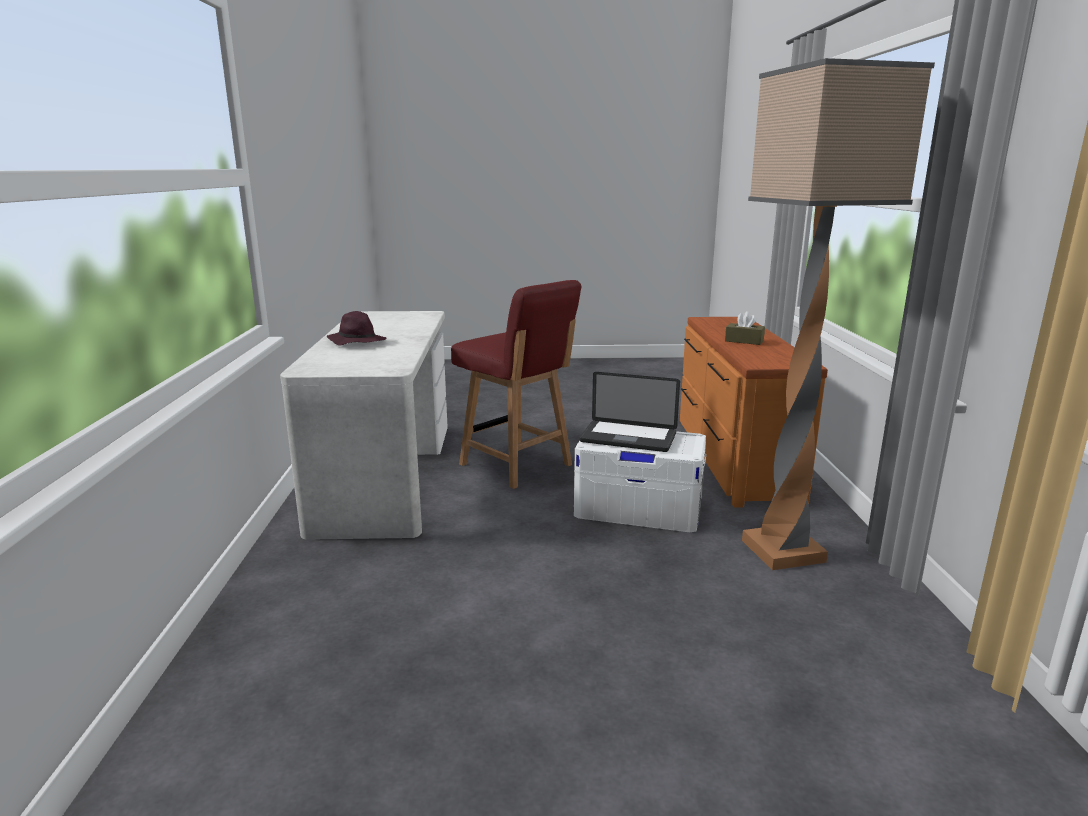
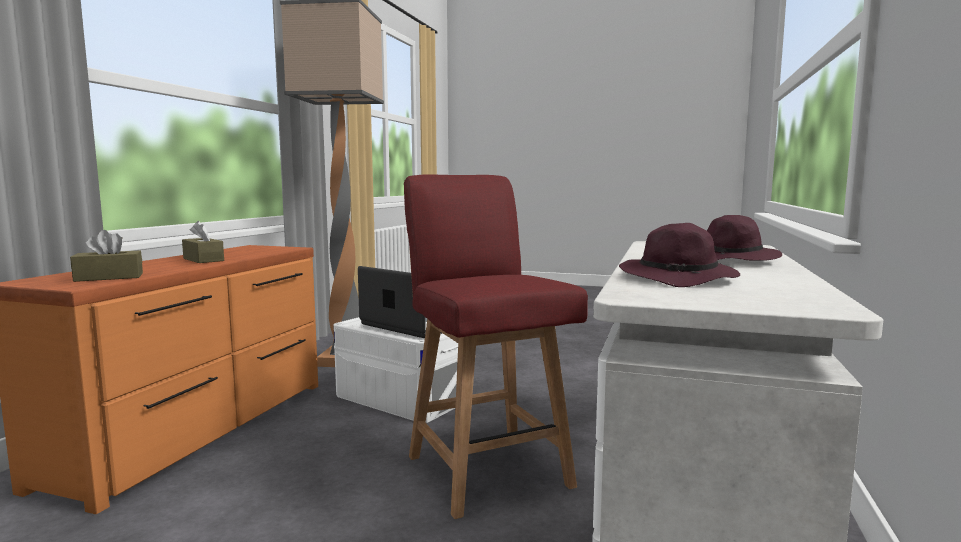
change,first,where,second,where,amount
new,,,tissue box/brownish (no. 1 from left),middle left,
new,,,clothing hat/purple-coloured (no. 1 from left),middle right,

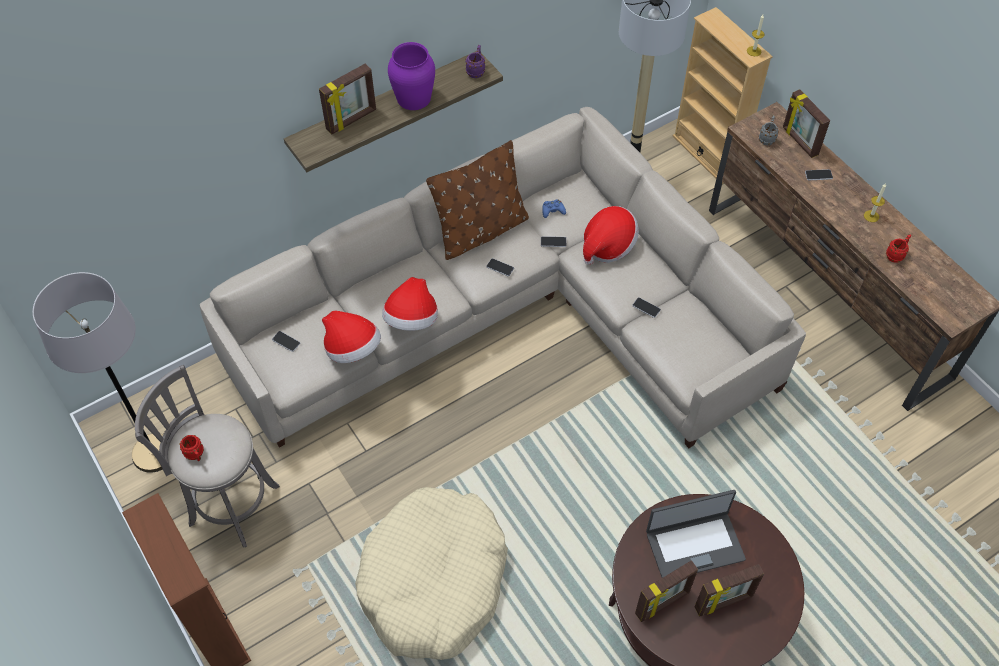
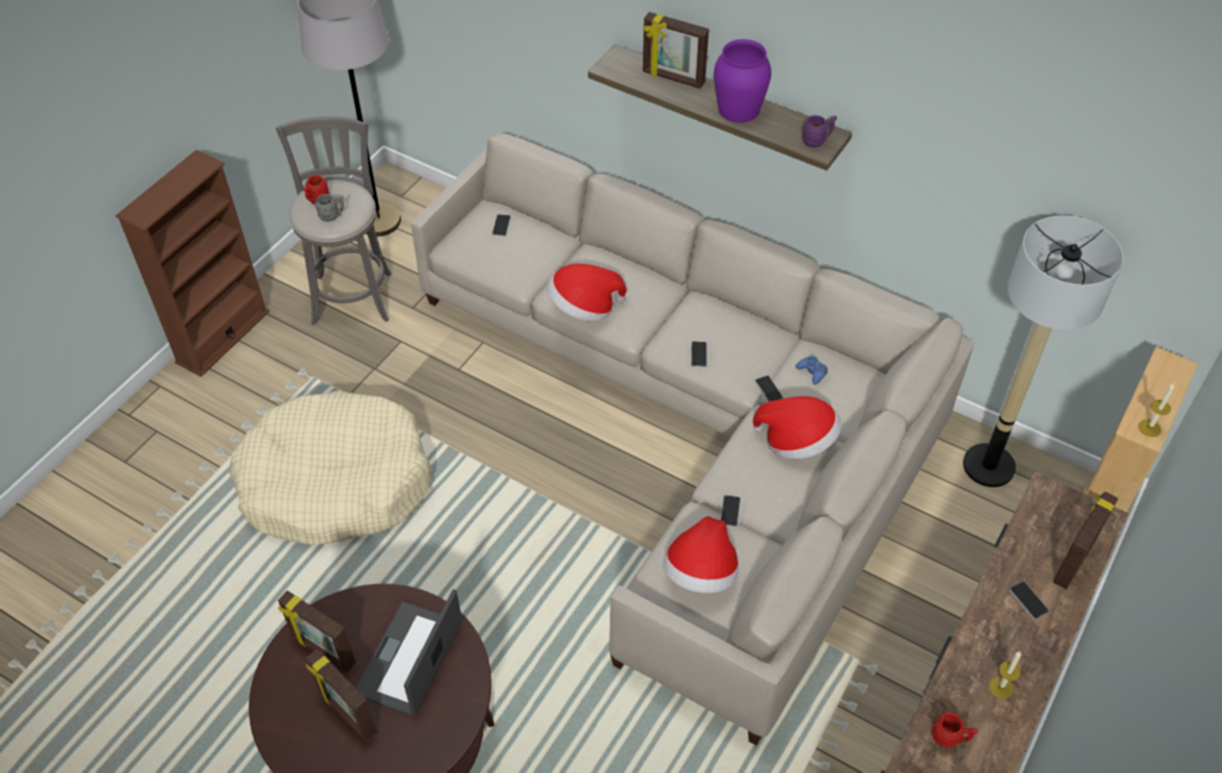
change,first,where,second,where,amount
shifted,clothing hat (no. 1 from left in the first image),centre,clothing hat (no. 2 from left),bottom centre,
gone,pillow/brownish,top centre,,,
rotated,laptop,bottom right,,bottom centre,60 degrees clockwise
shifted,coffee mug/gray,top right,,top left,

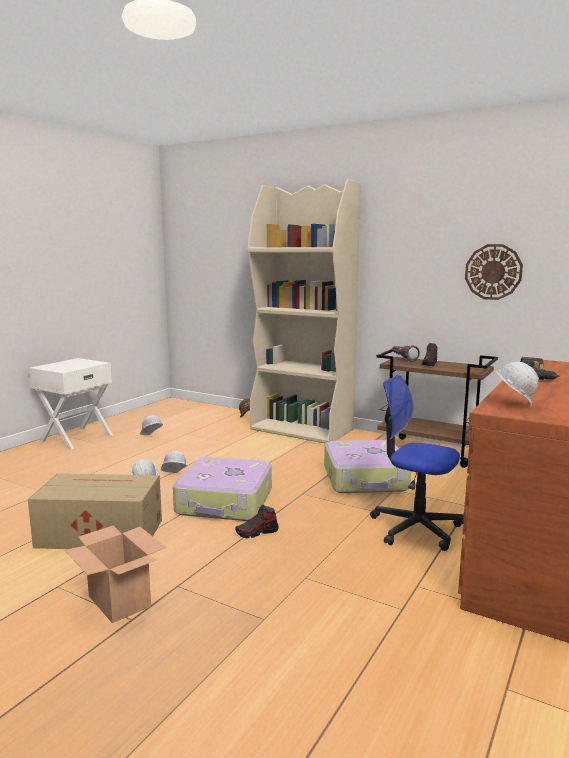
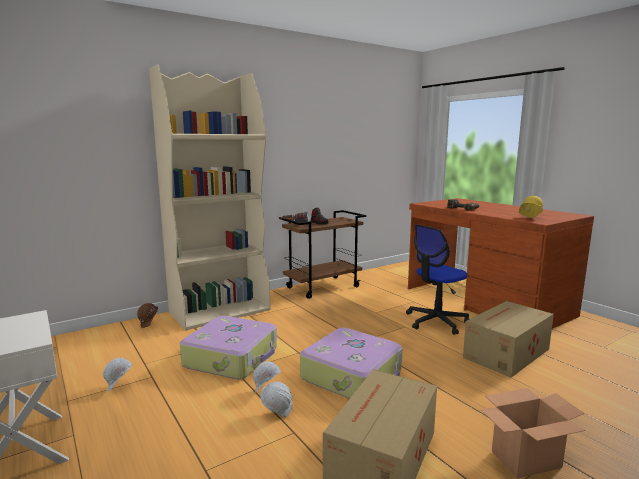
change,first,where,second,where,amount
gone,low shoe (no. 1 from left),bottom centre,,,
shifted,piece of luggage (no. 2 from left in the first image),centre,piece of luggage (no. 1 from left),bottom centre,
gone,clock on the wall,middle right,,,
repainted,hard hat/whitish (no. 4 from left),middle right,hard hat/yellow-coloured,middle right,
new,,,cardboard box (no. 2 from left),bottom right,

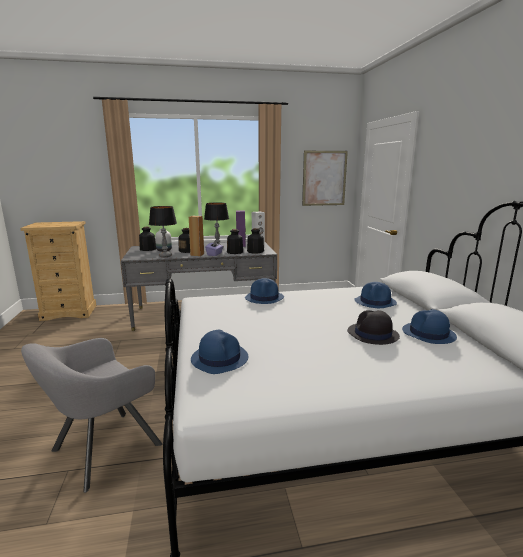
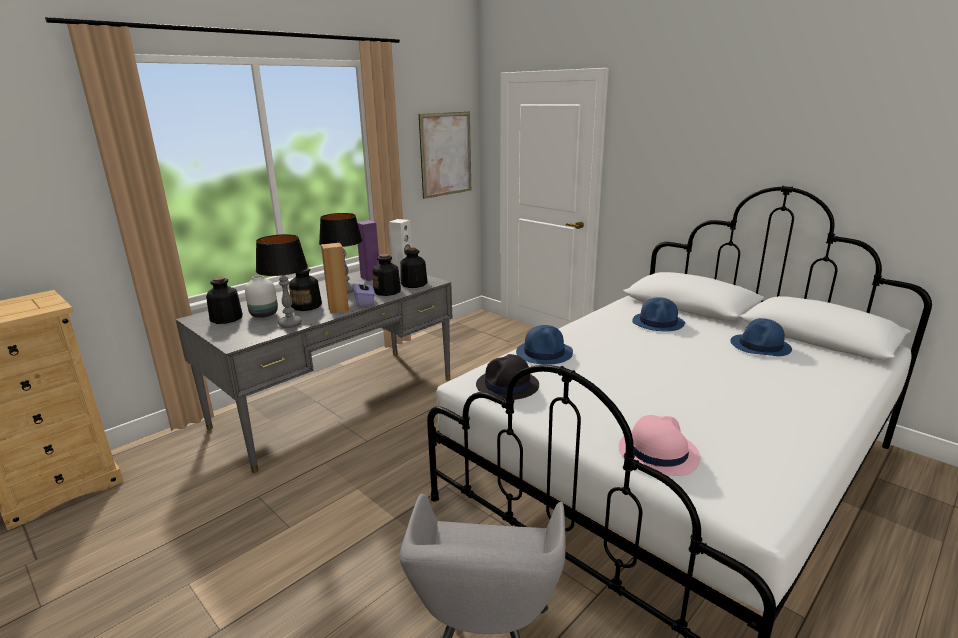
change,first,where,second,where,amount
repainted,clothing hat/blue (no. 1 from left),centre,clothing hat/pink,bottom right,
shifted,clothing hat/black,middle right,,centre,

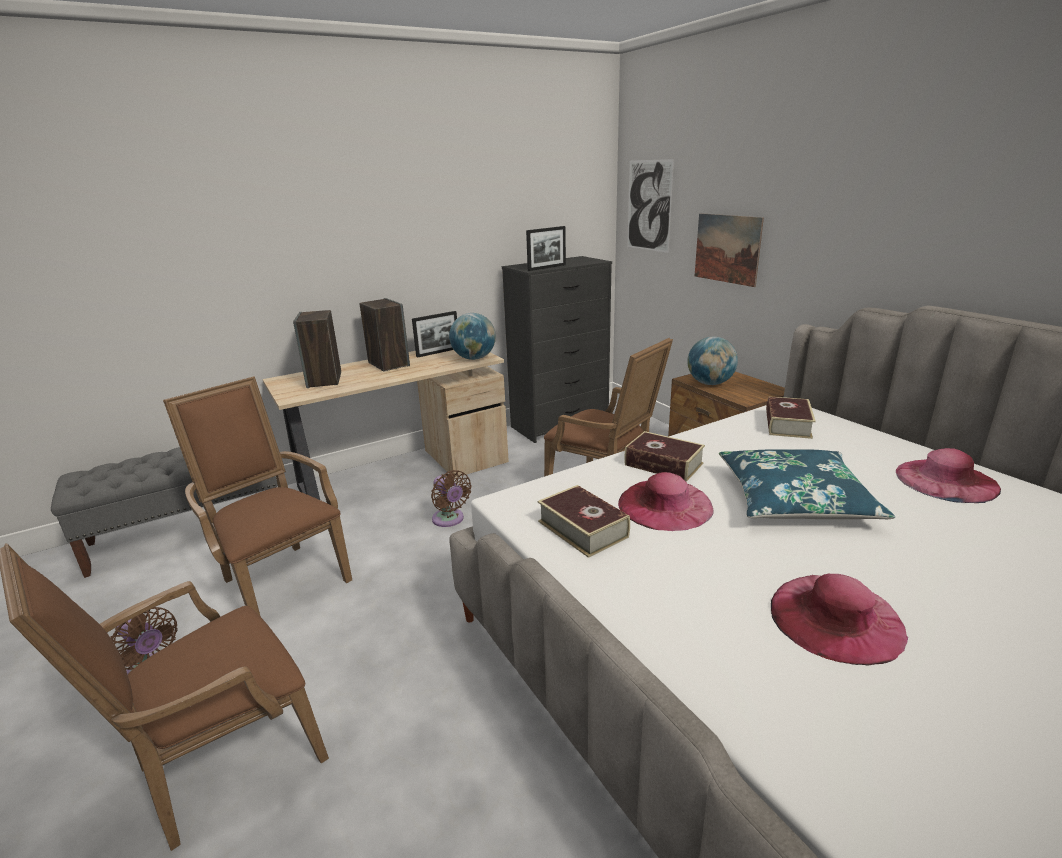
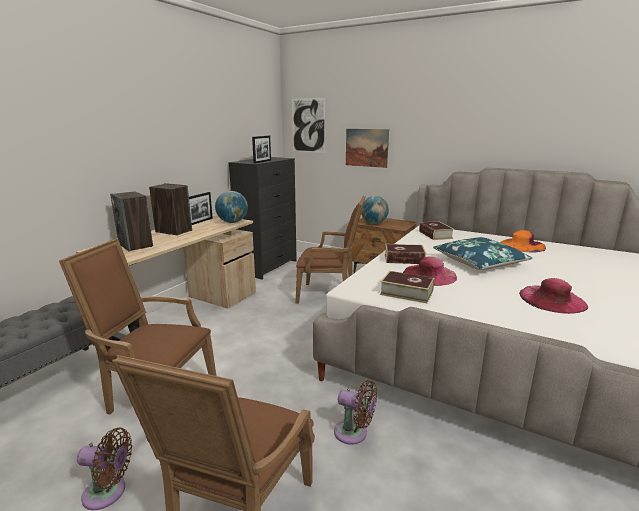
change,first,where,second,where,amount
shifted,electric fan/brownish (no. 2 from left),centre,,bottom centre,
repainted,clothing hat/pink (no. 3 from left),middle right,clothing hat/orange,middle right,

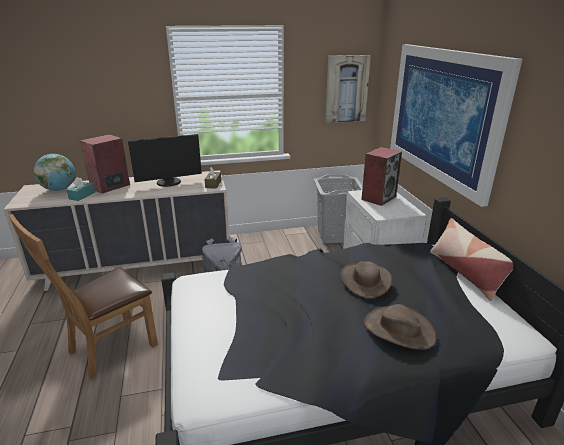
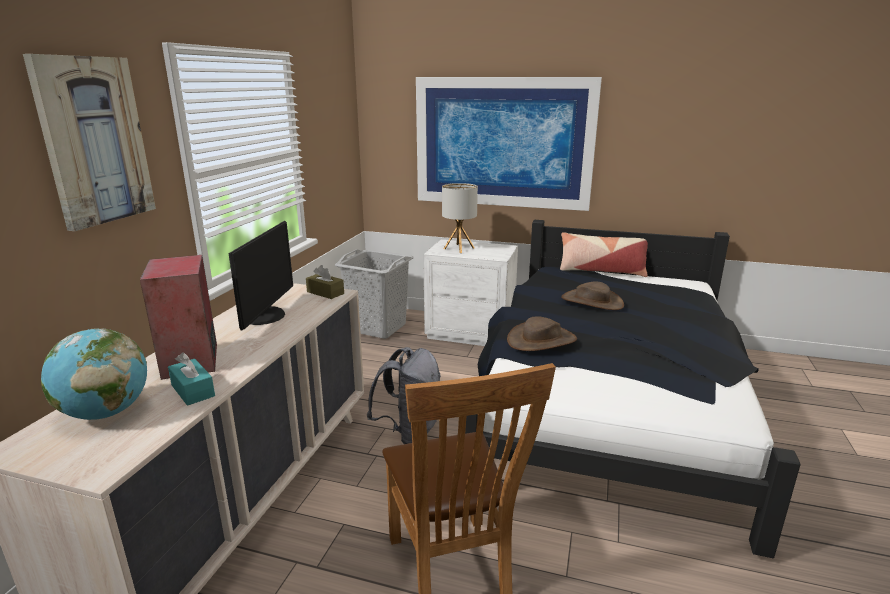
change,first,where,second,where,amount
shifted,wall art (no. 1 from left),top centre,,top left,
swapped,speaker (no. 2 from left),middle right,lamp for a table,centre,
shifted,clothing hat/brownish (no. 2 from left in the first image),bottom right,clothing hat/brownish (no. 1 from left),centre,

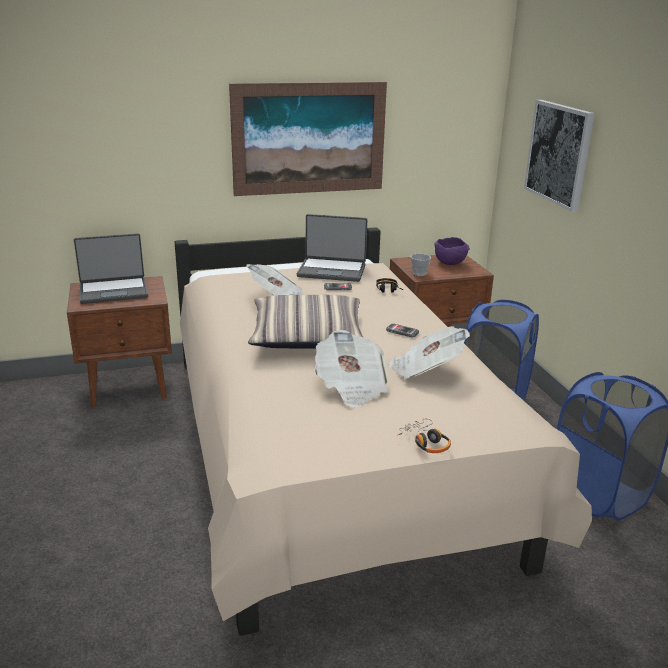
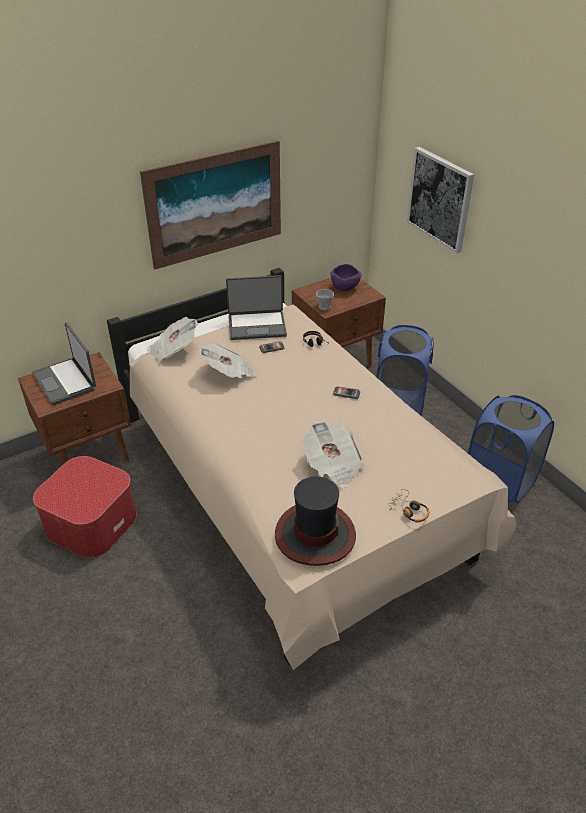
change,first,where,second,where,amount
rotated,laptop (no. 1 from left),middle left,,middle left,90 degrees clockwise
gone,pillow,centre,,,
shifted,daily paper (no. 3 from left in the first image),centre,daily paper (no. 1 from left),middle left,
new,,,ottoman,middle left,
new,,,clothing hat,centre,

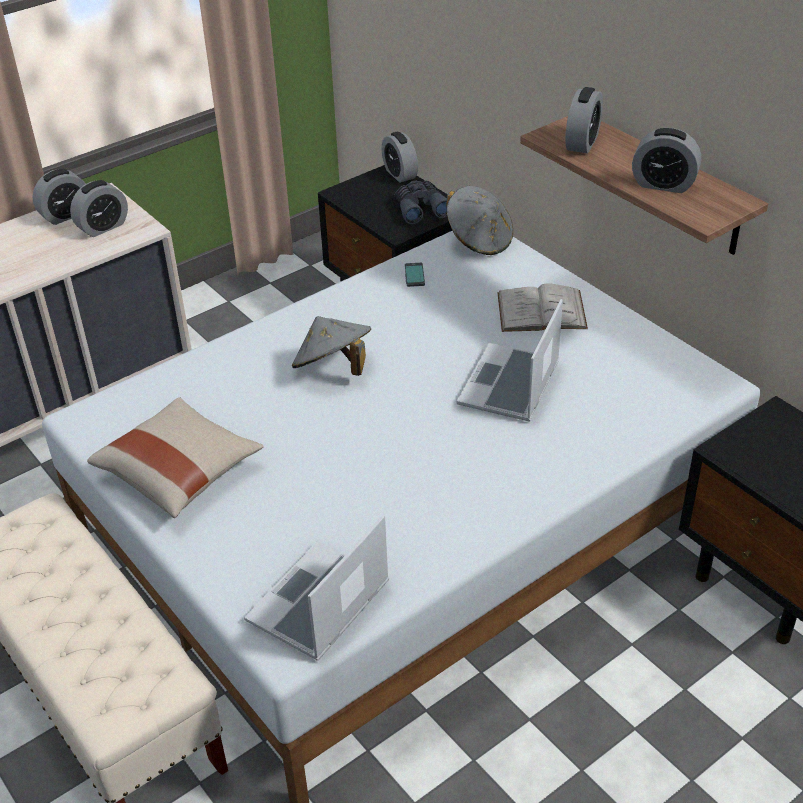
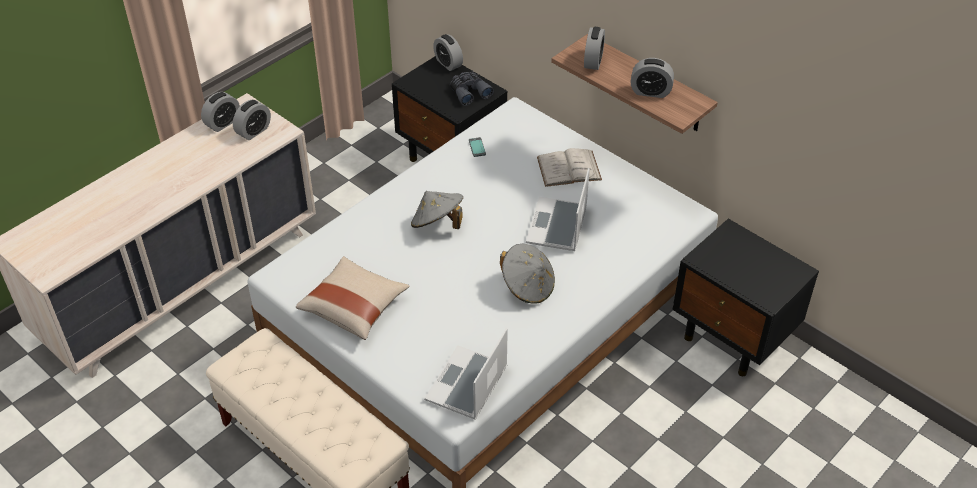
change,first,where,second,where,amount
shifted,clothing hat/gray (no. 2 from left),top centre,,centre,

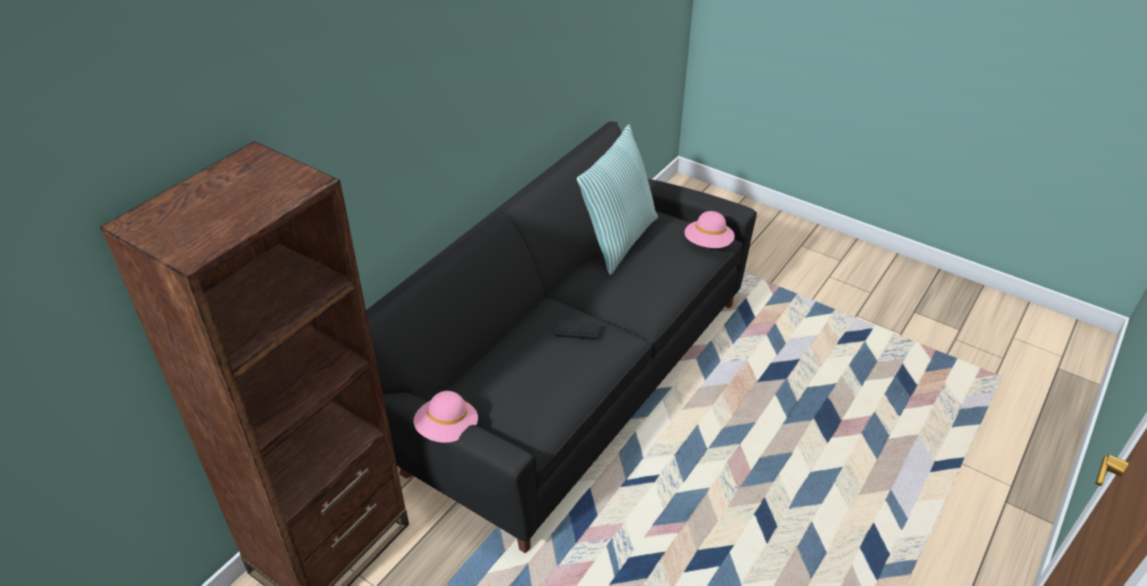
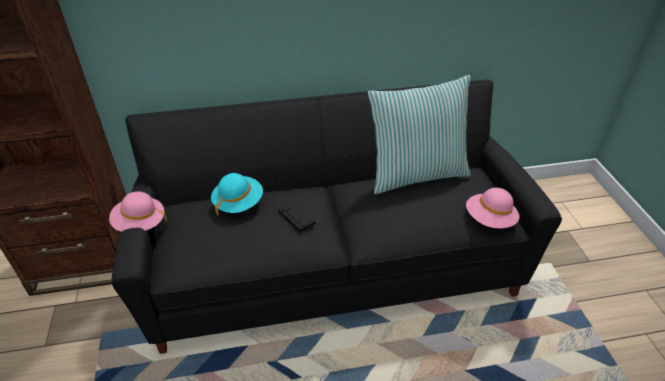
change,first,where,second,where,amount
new,,,clothing hat/blue-green,centre,

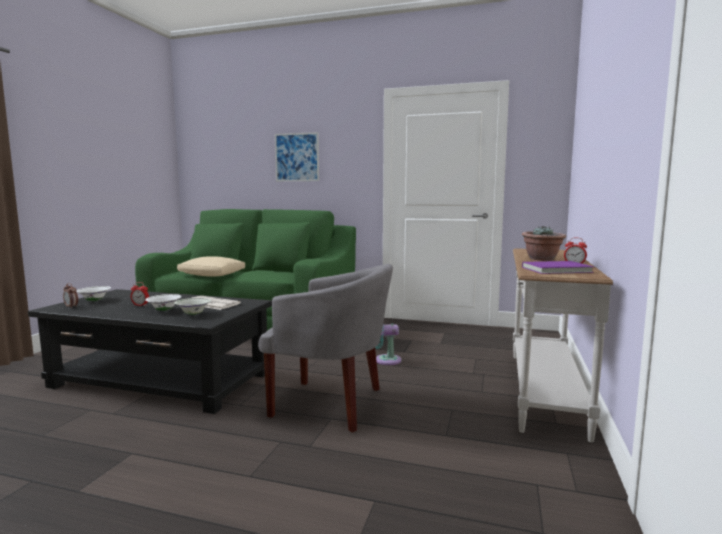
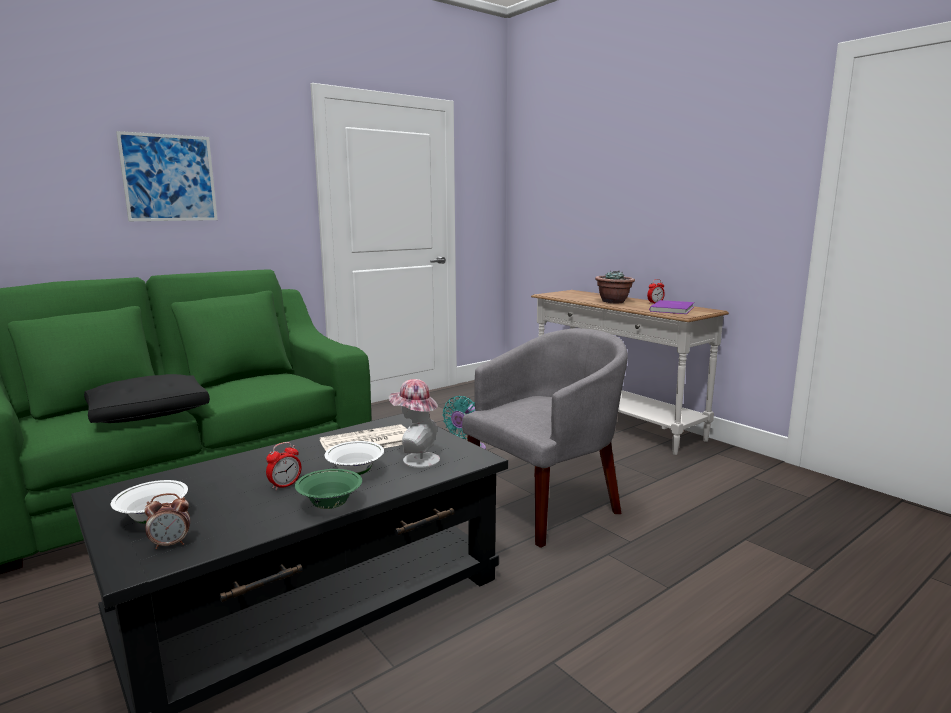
change,first,where,second,where,amount
swapped,bowl/whitish (no. 3 from left),middle left,clothing hat,centre,
repainted,pillow/beige-coloured,middle left,pillow/black,middle left,
new,,,bowl/green-coloured,bottom centre,

